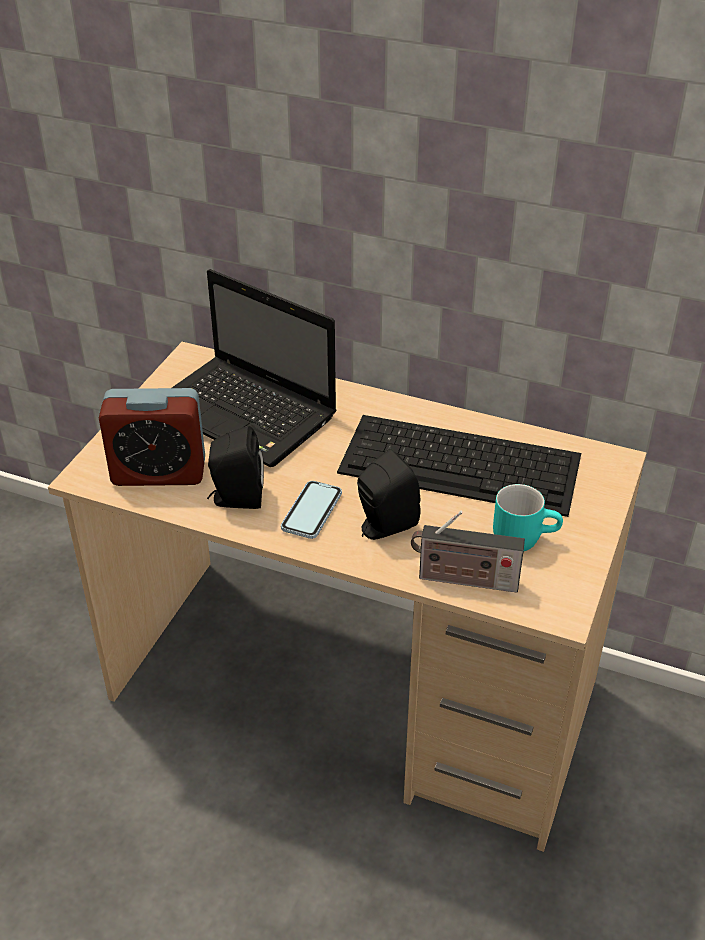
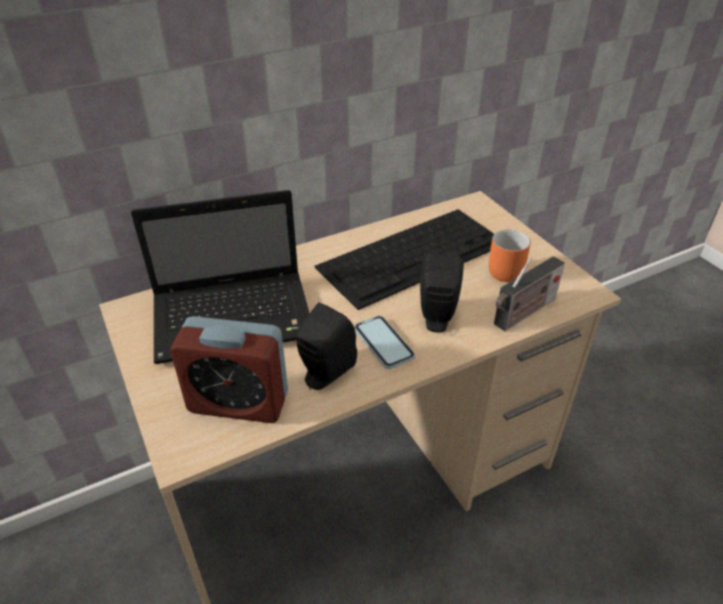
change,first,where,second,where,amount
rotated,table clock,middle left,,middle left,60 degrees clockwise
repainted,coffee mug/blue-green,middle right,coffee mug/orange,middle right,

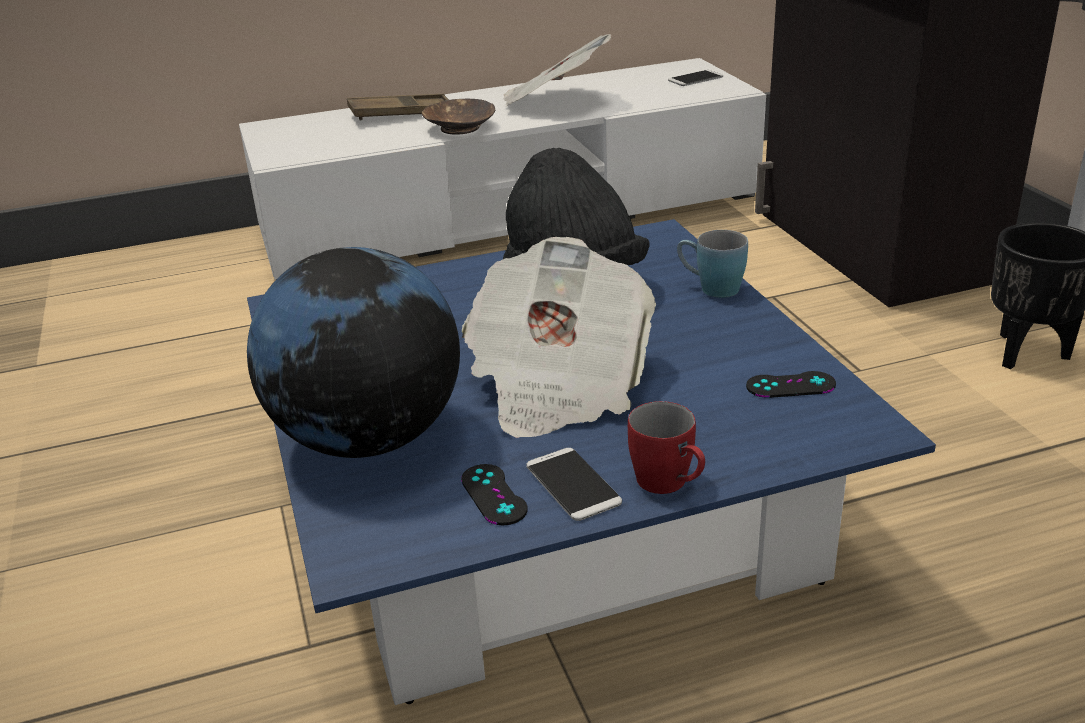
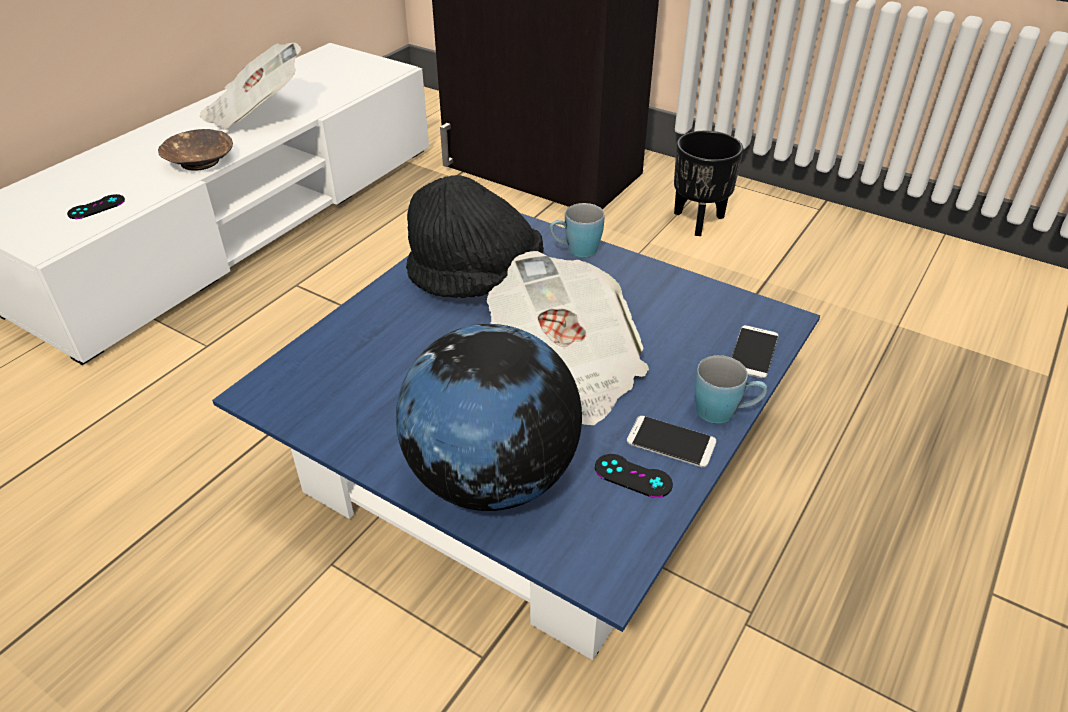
change,first,where,second,where,amount
gone,serving tray/brownish,top centre,,,
repainted,coffee mug/red-coloured,centre,coffee mug/blue (no. 2 from left),middle right,
shifted,telephone (no. 2 from left),top centre,,middle right,
shifted,gamepad/black (no. 2 from left in the first image),middle right,gamepad/black (no. 1 from left),top left,

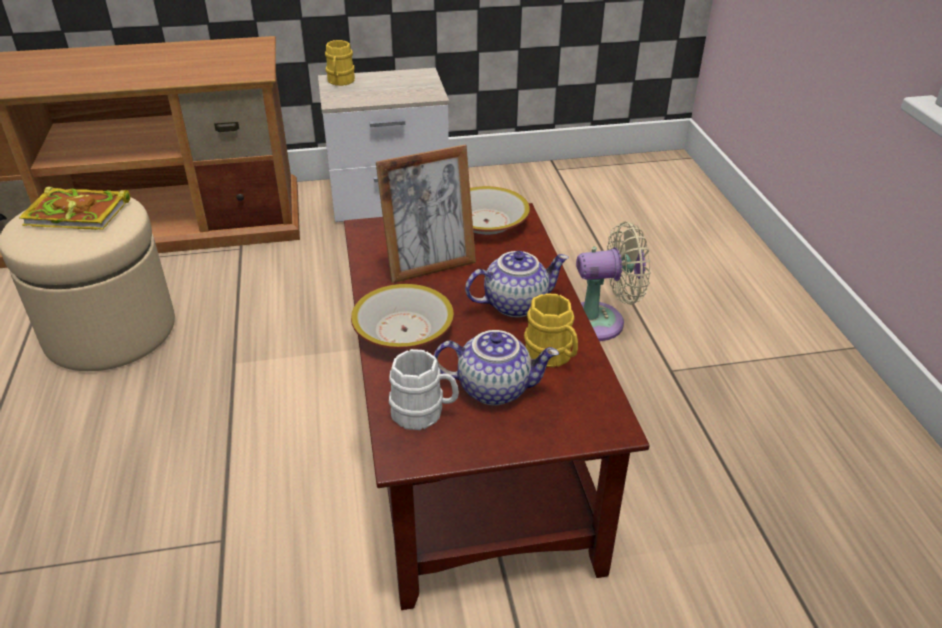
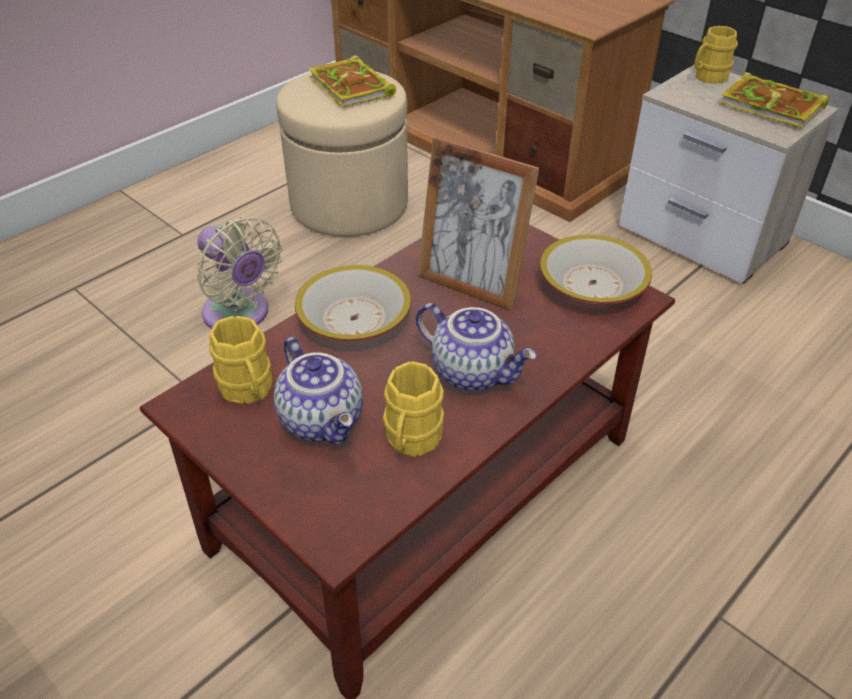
change,first,where,second,where,amount
repainted,coffee mug/whitish,centre,coffee mug/yellow-coloured (no. 1 from left),middle left,
shifted,electric fan/beige-coloured,centre,,middle left,
new,,,bound book (no. 2 from left),top right,

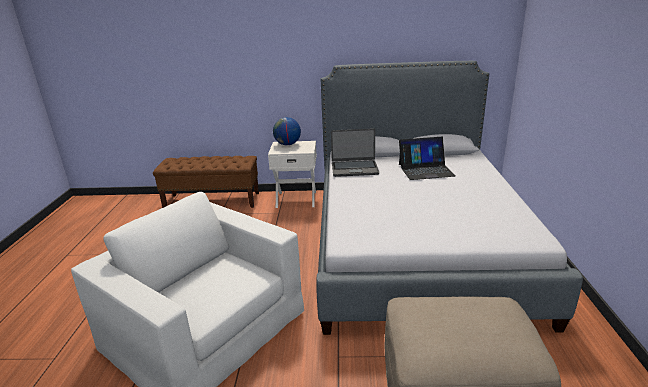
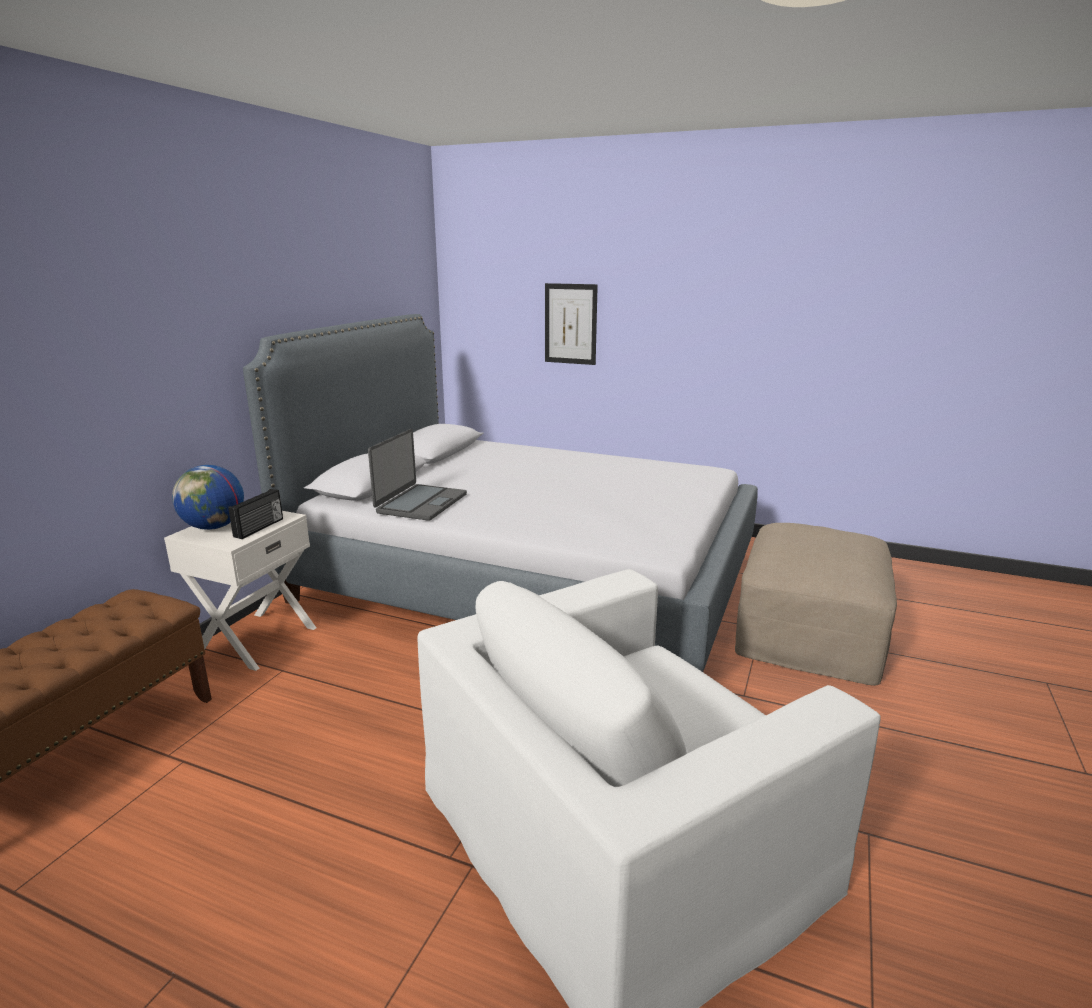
change,first,where,second,where,amount
gone,laptop (no. 2 from left),centre,,,
new,,,radio set,middle left,
new,,,wall art,top centre,

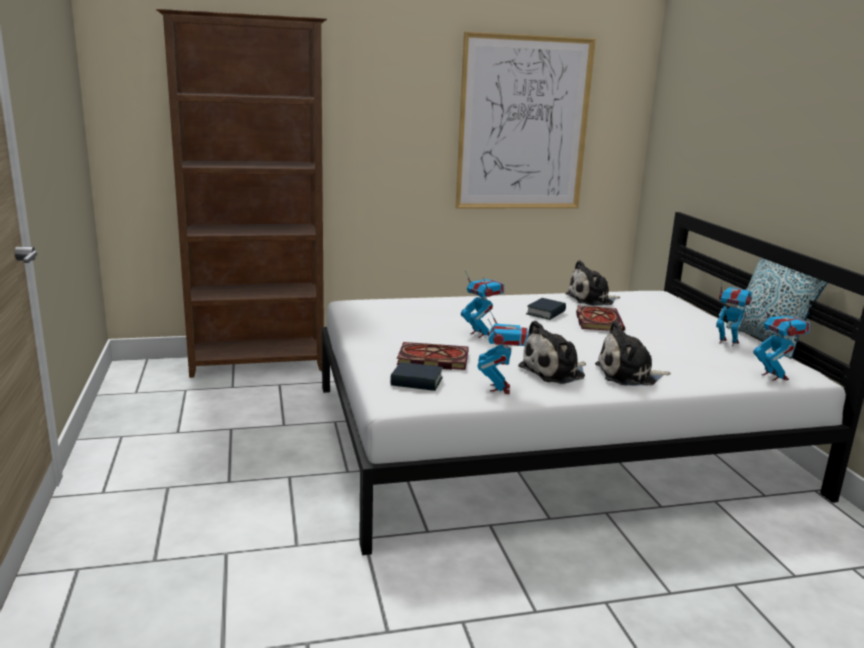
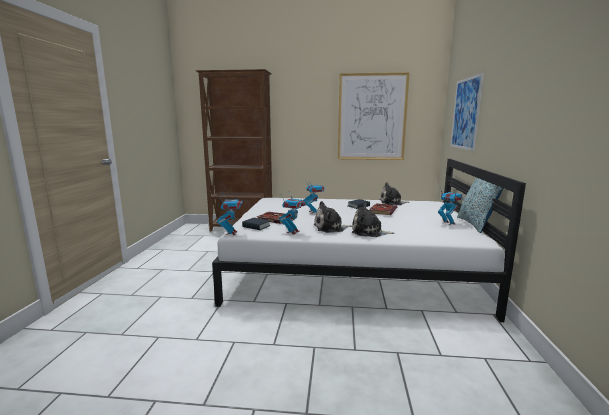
change,first,where,second,where,amount
shifted,model robot (no. 4 from left in the first image),middle right,model robot (no. 1 from left),centre,
new,,,wall art (no. 2 from left),top right,

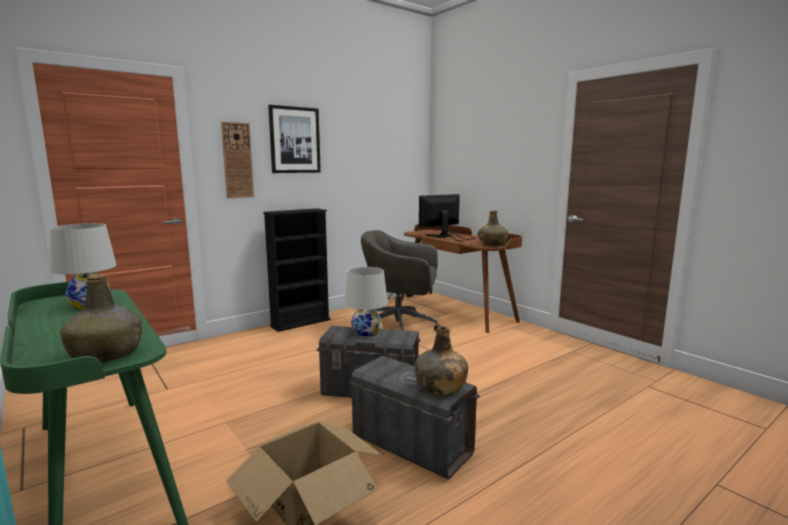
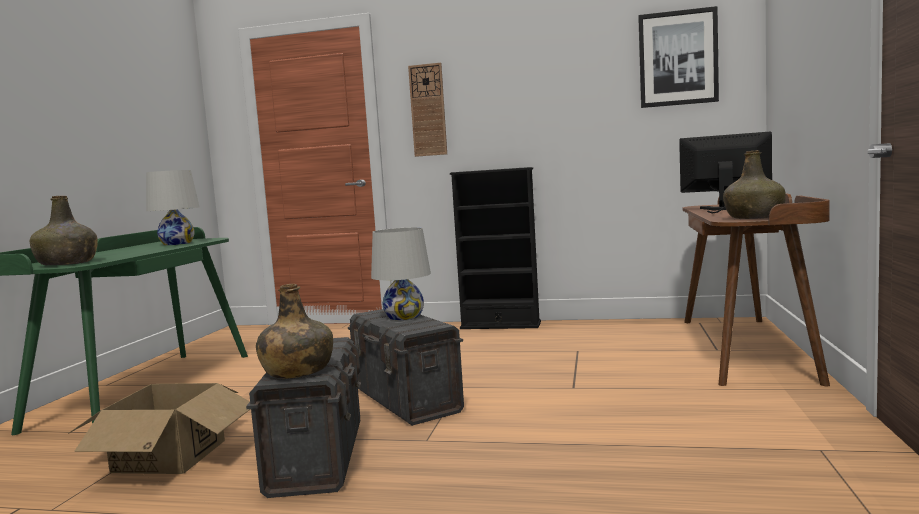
change,first,where,second,where,amount
shifted,wall art,top centre,,top right,
gone,desk chair/gray,centre,,,

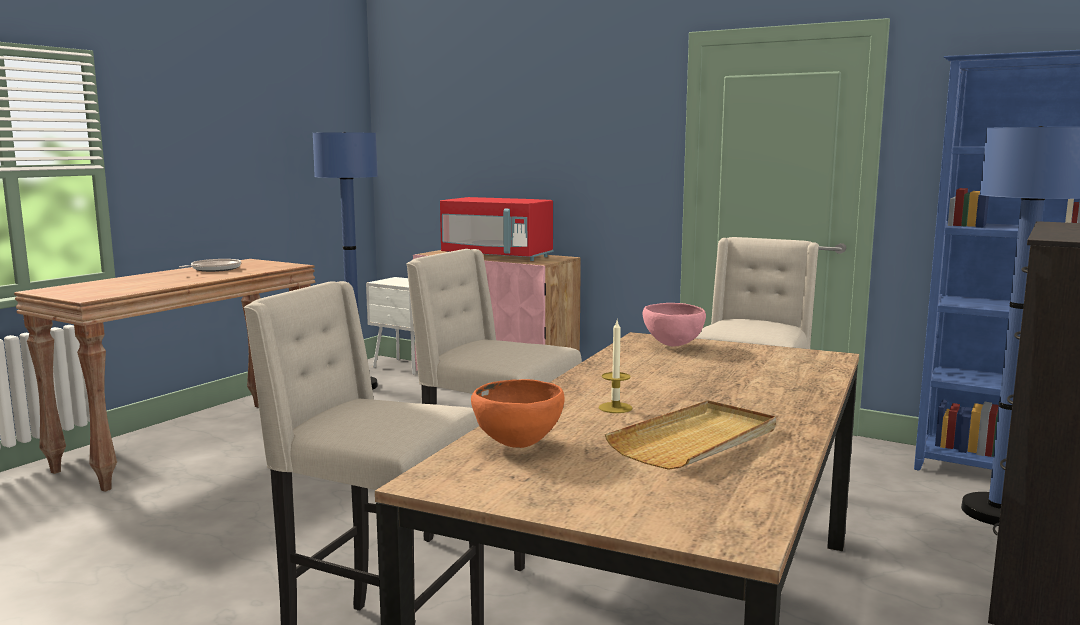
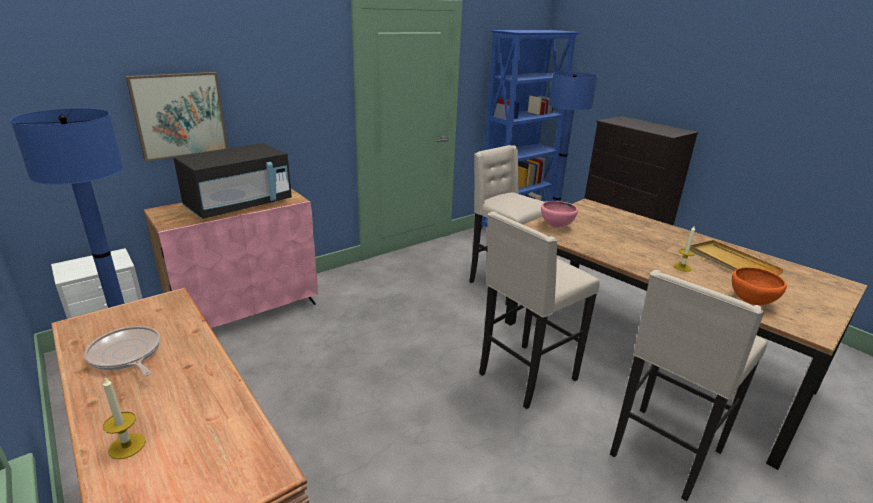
change,first,where,second,where,amount
repainted,kitchen microwave/red-coloured,centre,kitchen microwave/black,middle left,
new,,,candle (no. 1 from left),bottom left,
new,,,wall art,top left,

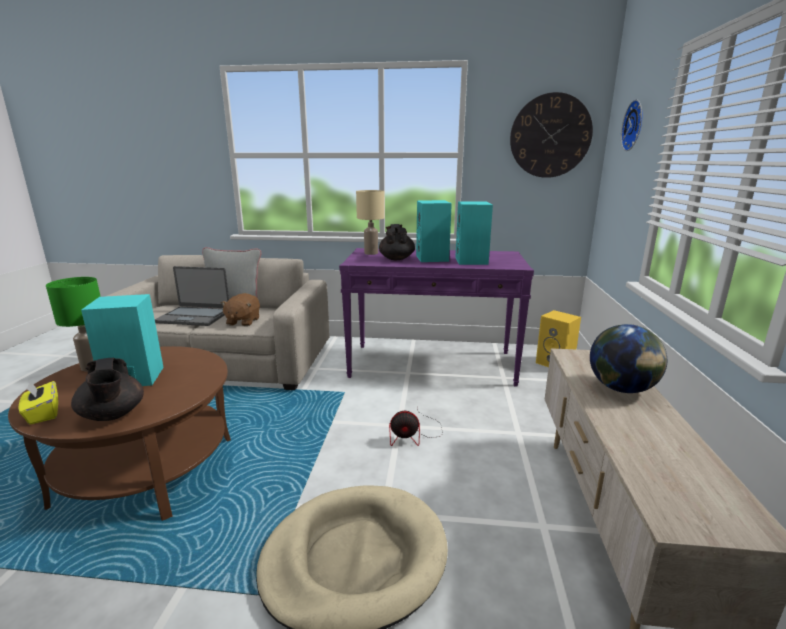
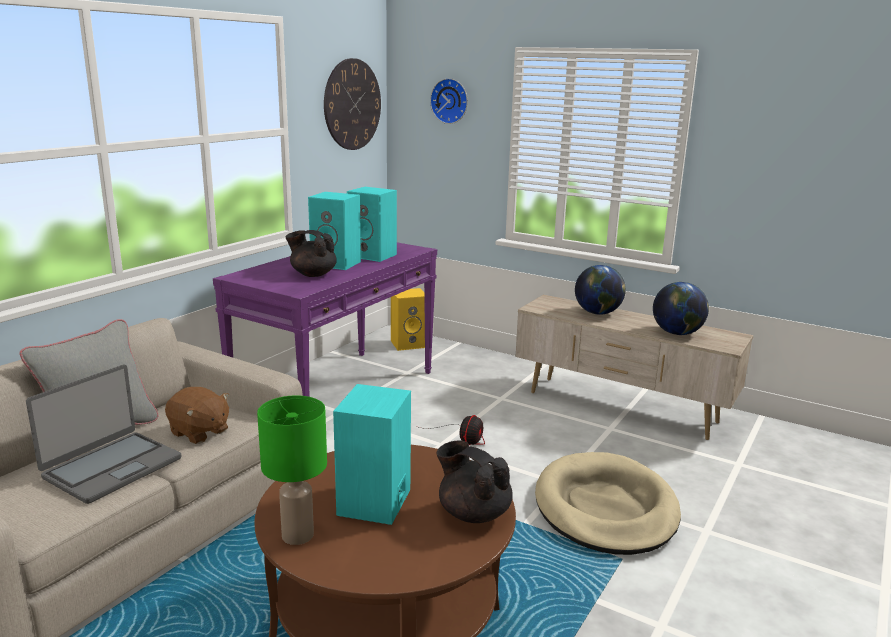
change,first,where,second,where,amount
gone,tissue box/yellow-coloured,middle left,,,
rotated,pot for tea/black (no. 1 from left in the first image),middle left,pot for tea/black (no. 2 from left),bottom centre,135 degrees counterclockwise
gone,lamp for a table/beige-coloured,centre,,,
new,,,world globe (no. 2 from left),middle right,

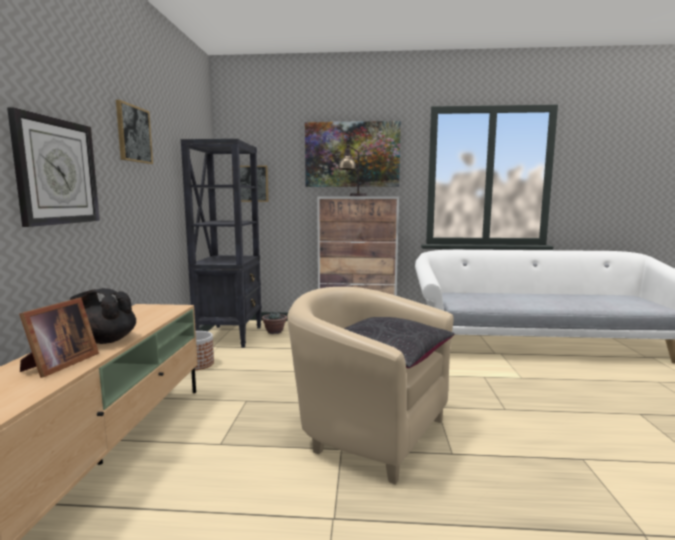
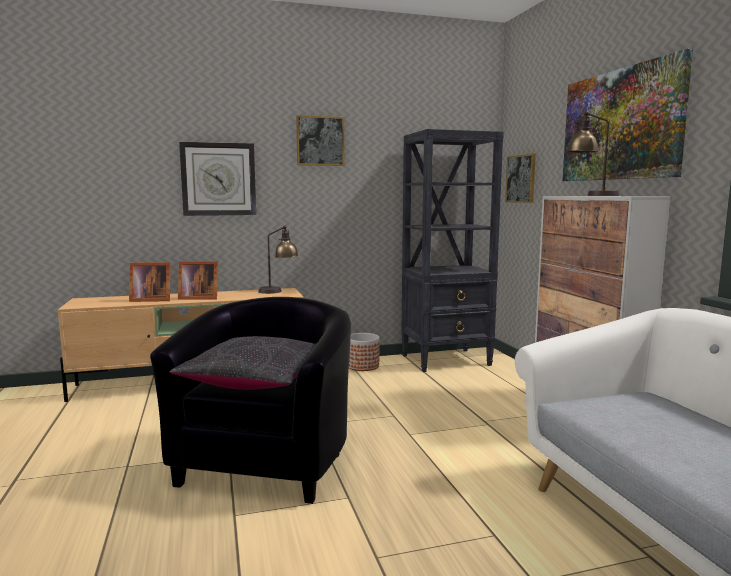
change,first,where,second,where,amount
swapped,pot for tea/black,middle left,photo frame (no. 2 from left),middle left,
gone,plant in a pot,centre,,,
repainted,lounge chair/beige-coloured,bottom centre,lounge chair/black,bottom centre,
new,,,lamp for a table (no. 1 from left),centre,

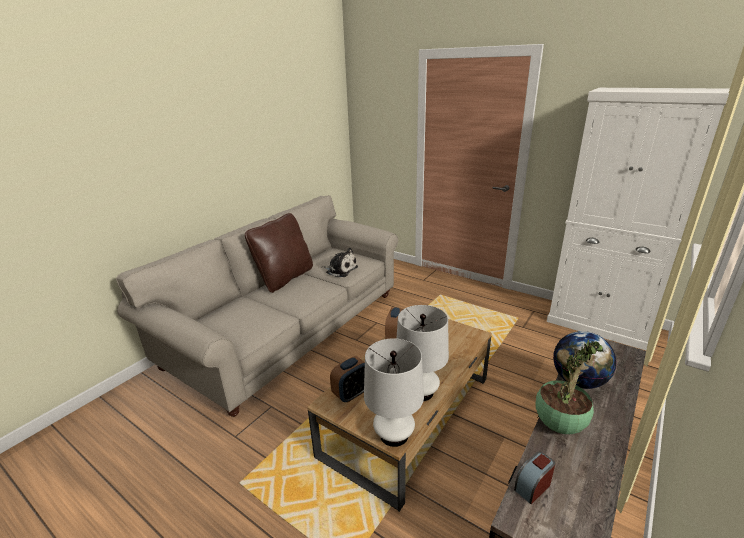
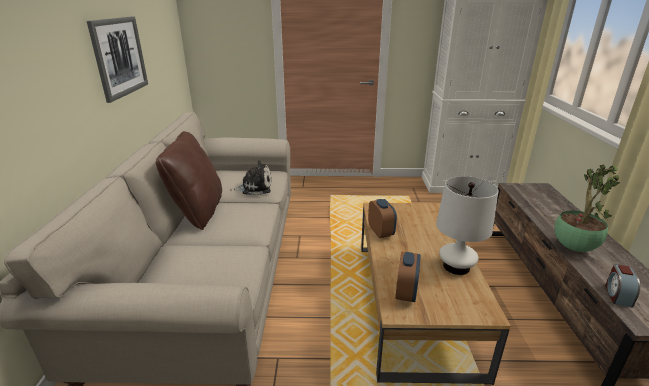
change,first,where,second,where,amount
gone,lamp for a table/whitish (no. 1 from left),bottom centre,,,
gone,world globe,bottom right,,,
new,,,wall art,top left,

